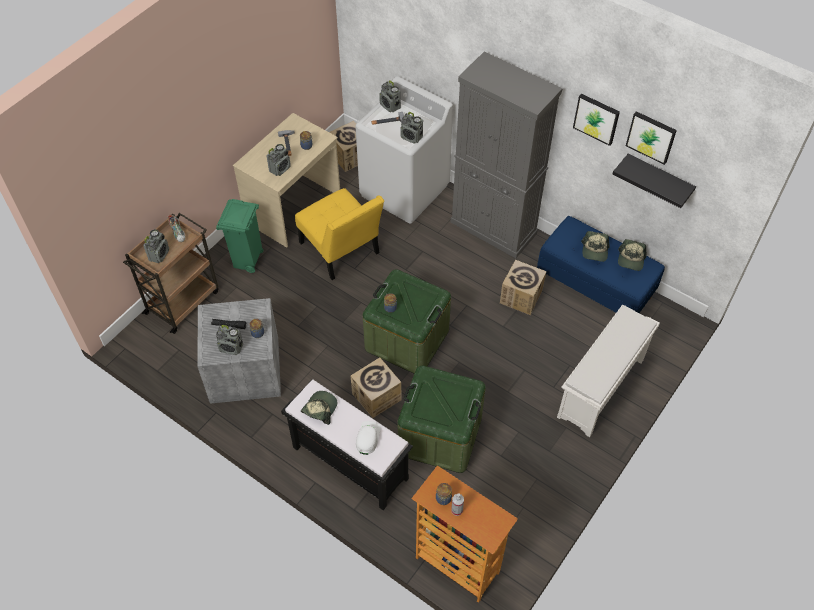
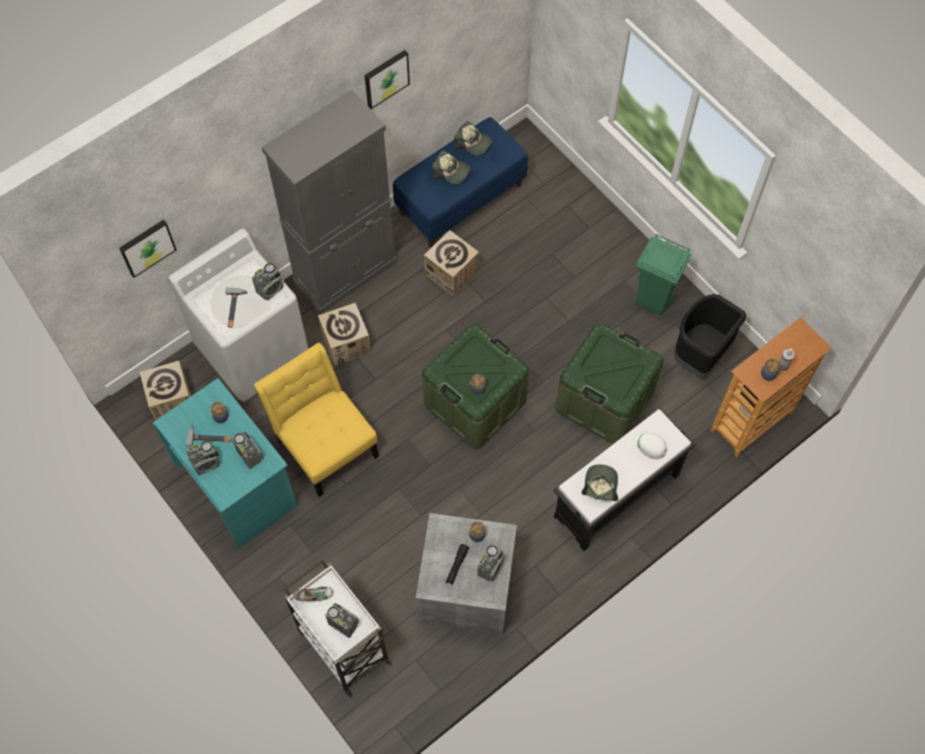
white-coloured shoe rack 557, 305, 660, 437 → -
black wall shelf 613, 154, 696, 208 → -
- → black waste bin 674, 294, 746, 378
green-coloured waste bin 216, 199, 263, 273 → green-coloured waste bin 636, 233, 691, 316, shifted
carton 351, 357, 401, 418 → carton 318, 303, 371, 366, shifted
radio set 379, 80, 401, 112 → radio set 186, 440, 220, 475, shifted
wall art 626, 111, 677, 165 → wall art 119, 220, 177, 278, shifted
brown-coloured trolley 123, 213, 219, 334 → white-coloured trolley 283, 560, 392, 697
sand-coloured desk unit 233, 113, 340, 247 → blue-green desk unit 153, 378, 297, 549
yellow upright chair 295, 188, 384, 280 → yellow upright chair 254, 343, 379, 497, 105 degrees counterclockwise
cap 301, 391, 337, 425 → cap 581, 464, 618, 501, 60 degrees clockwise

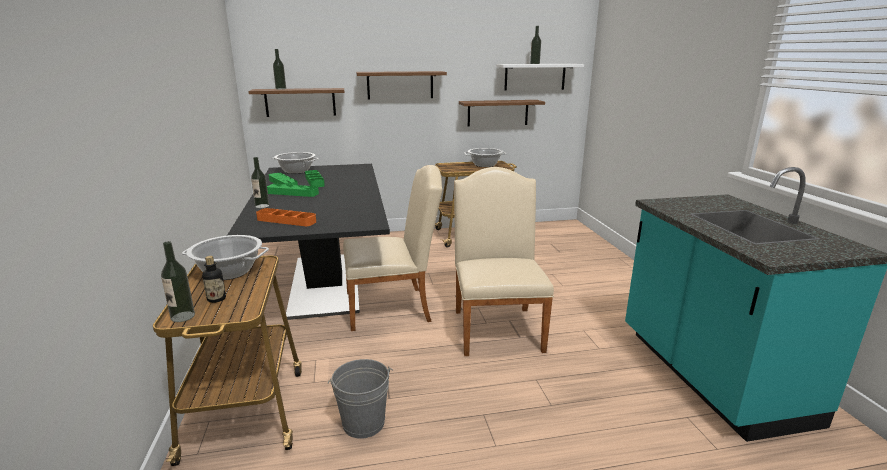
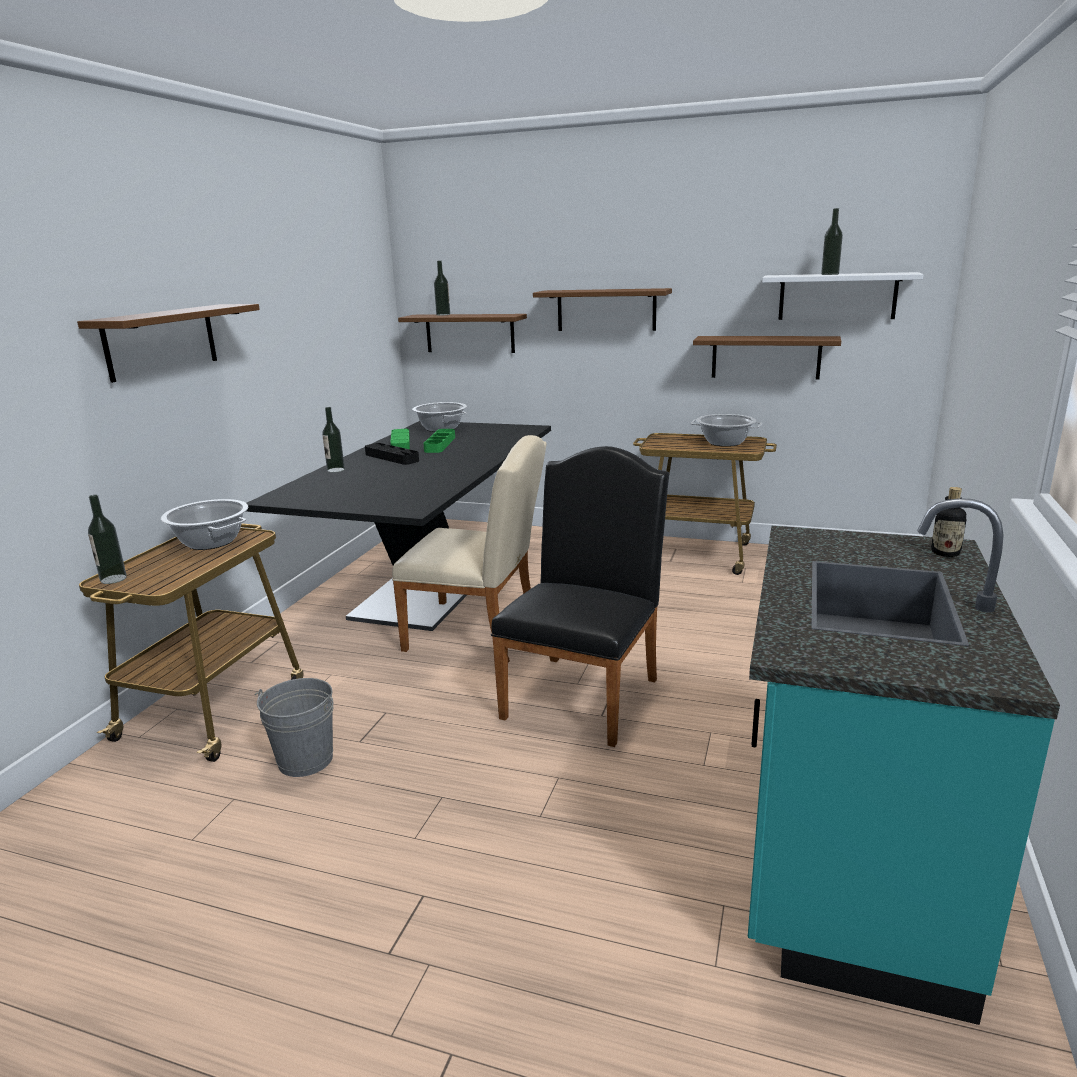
orange tray 256, 208, 316, 226 → -
- → brown-coloured wall shelf 77, 304, 260, 383
beverage bottle 202, 256, 226, 303 → beverage bottle 931, 487, 967, 557, shifted
green-coloured tray 267, 184, 319, 197 → black tray 365, 443, 419, 465
sand-coloured upright chair 454, 167, 554, 356 → black upright chair 491, 446, 669, 747

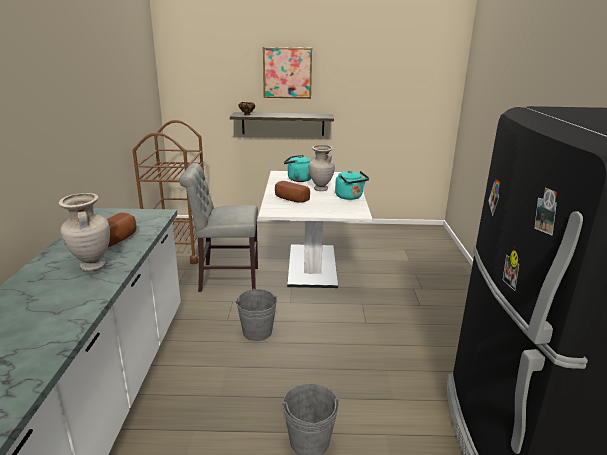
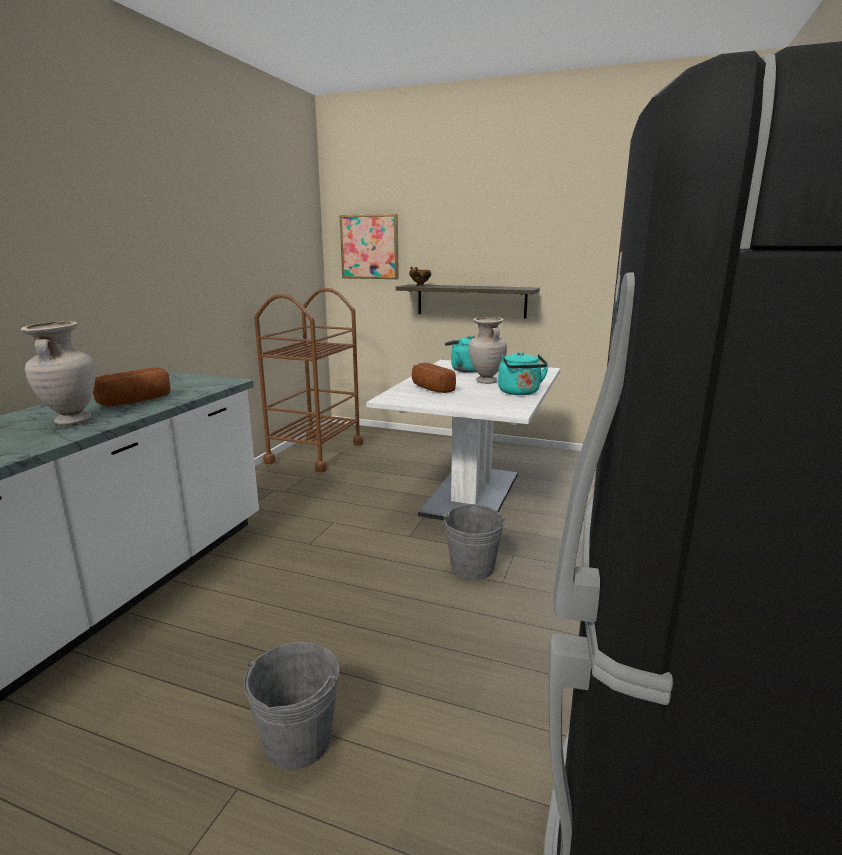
grey upright chair 179, 163, 258, 292 → -
grey water bucket 236, 289, 277, 341 → grey water bucket 443, 504, 505, 580, shifted
wall art 263, 47, 312, 99 → wall art 340, 214, 399, 279, shifted

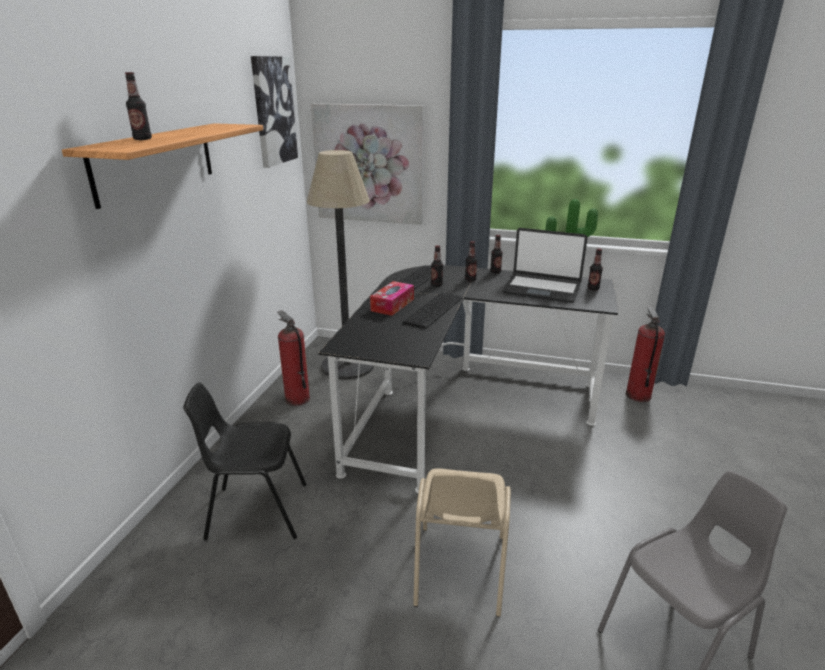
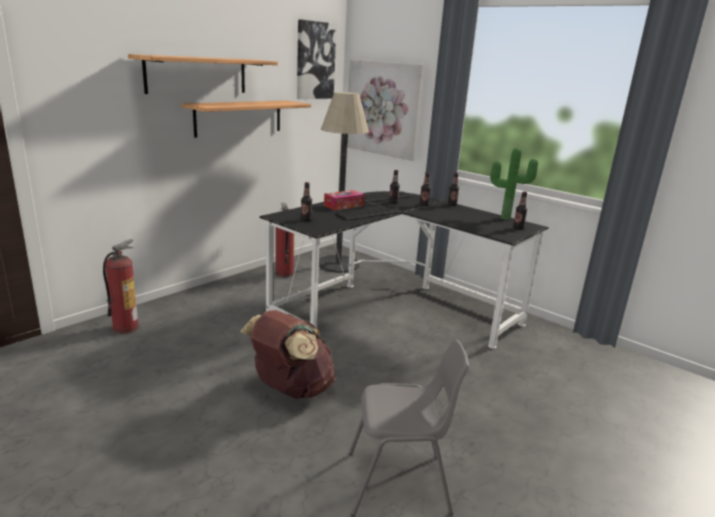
black upright chair 183, 383, 306, 540 → -
portable computer 502, 228, 587, 303 → -
- → wall shelf 181, 101, 311, 138
beverage bottle 125, 72, 152, 140 → beverage bottle 301, 182, 312, 221, shifted
extinguisher 626, 306, 665, 402 → extinguisher 103, 239, 139, 334, shifted
sand-coloured upright chair 413, 468, 511, 617 → brown-coloured backpack 240, 310, 335, 399

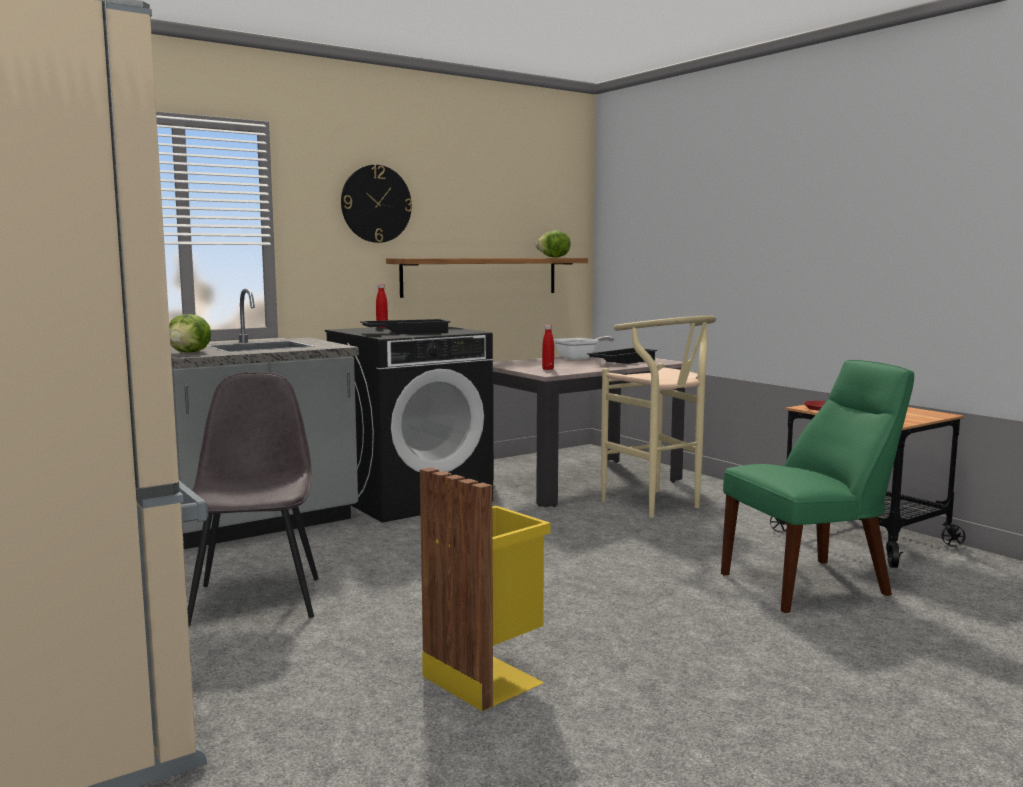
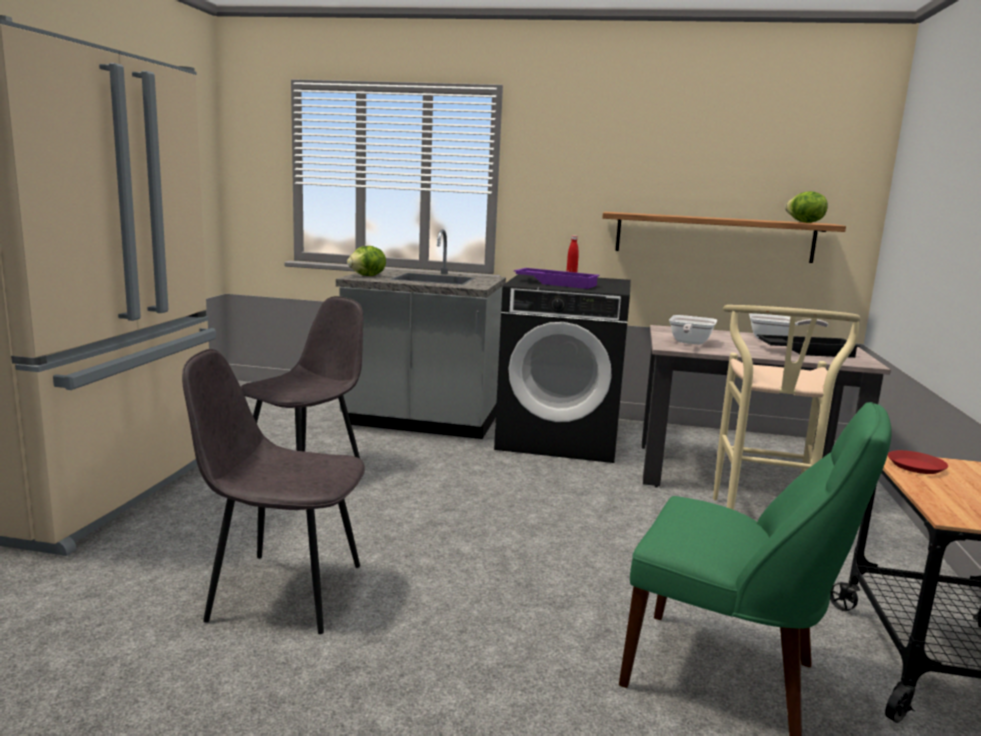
hanging clock 341, 165, 412, 243 → -
yellow waste bin 420, 467, 550, 711 → grey upright chair 182, 349, 365, 634
red beverage bottle 542, 325, 554, 370 → skillet 669, 315, 717, 345
black tray 360, 319, 450, 334 → purplish tray 514, 268, 600, 289

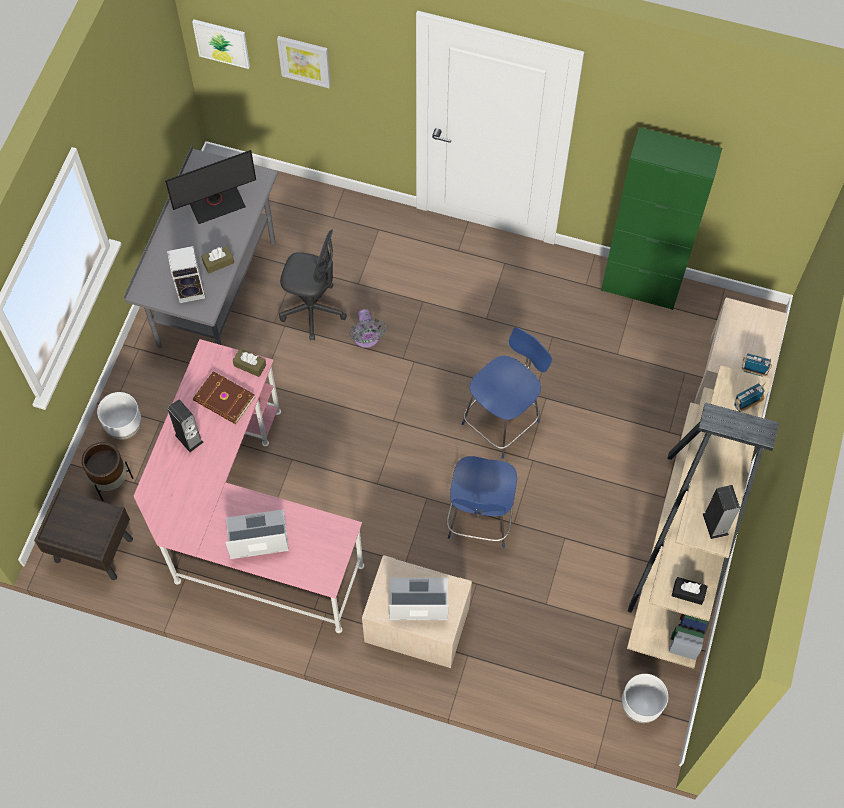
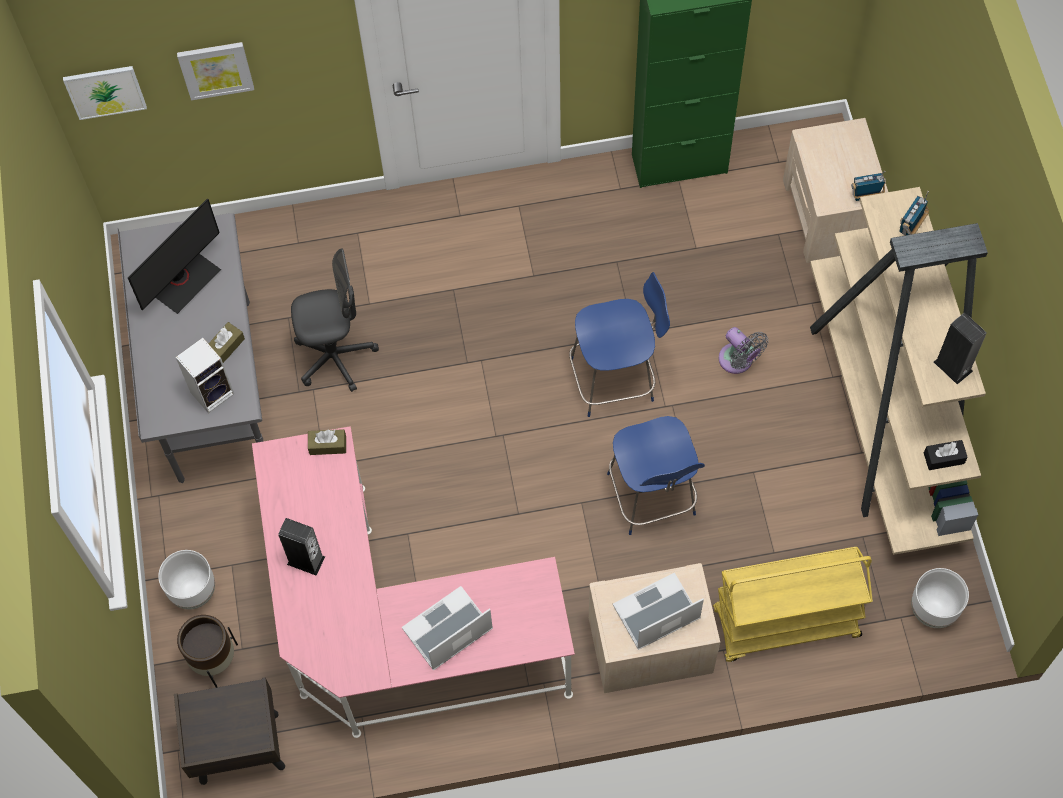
brown-coloured book 193, 371, 255, 424 → -
- → yellow trolley 713, 547, 873, 662
grey cooling fan 349, 309, 386, 348 → grey cooling fan 718, 327, 768, 374, shifted
bluish upright chair 462, 327, 552, 459 → bluish upright chair 569, 272, 670, 417, 60 degrees clockwise

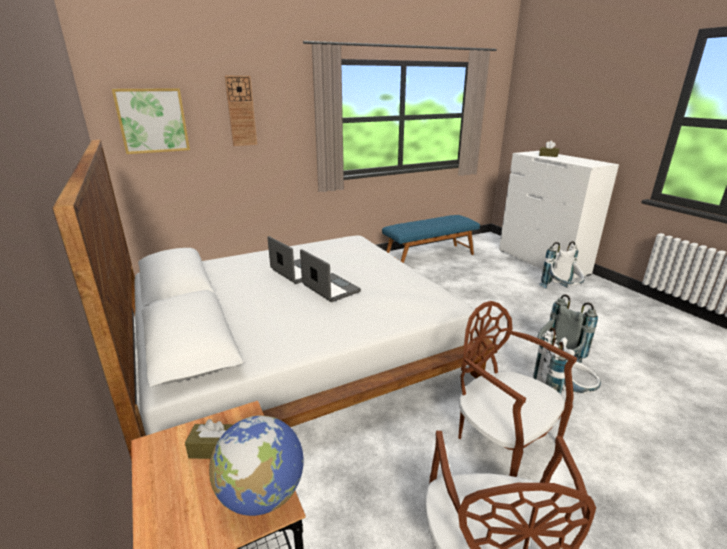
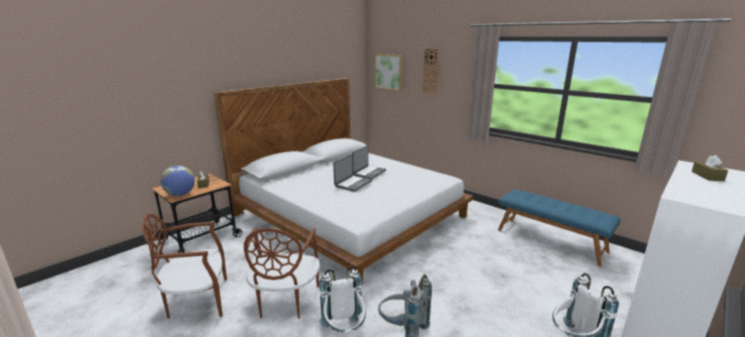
brown-coloured upright chair 458, 301, 577, 477 → brown-coloured upright chair 244, 228, 320, 319, 150 degrees clockwise

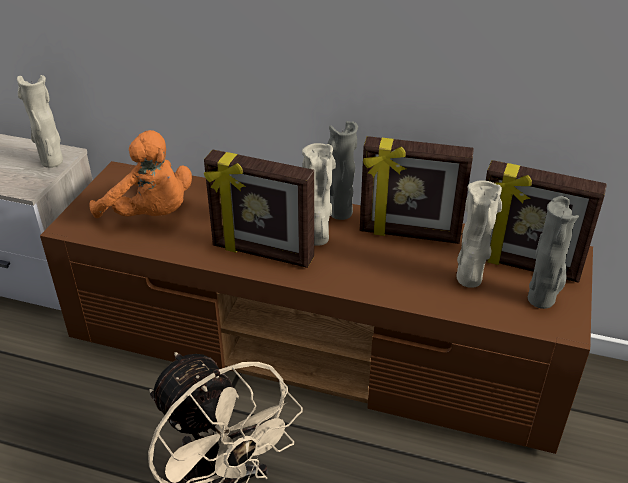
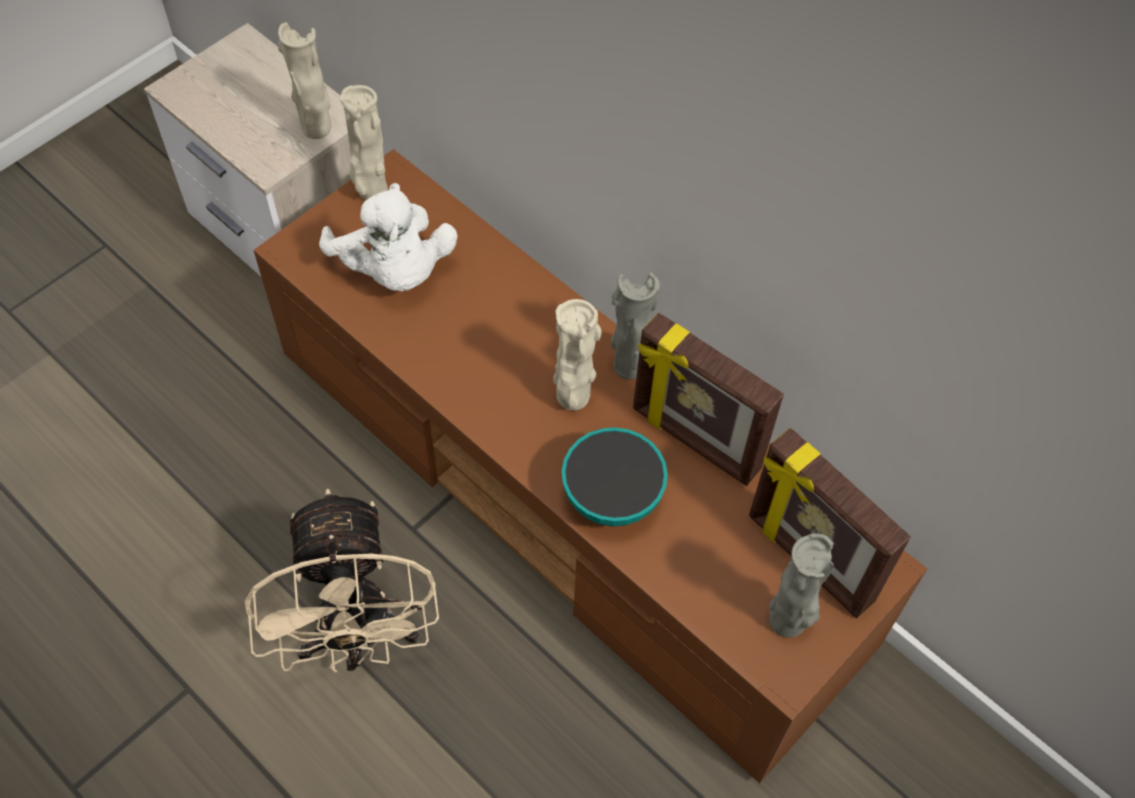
photo frame 204, 150, 314, 268 → -
- → deep dish 562, 427, 668, 527
sand-coloured vase 456, 180, 502, 288 → sand-coloured vase 340, 85, 388, 200, shifted
orange plush toy 89, 130, 192, 218 → white-coloured plush toy 319, 183, 458, 291

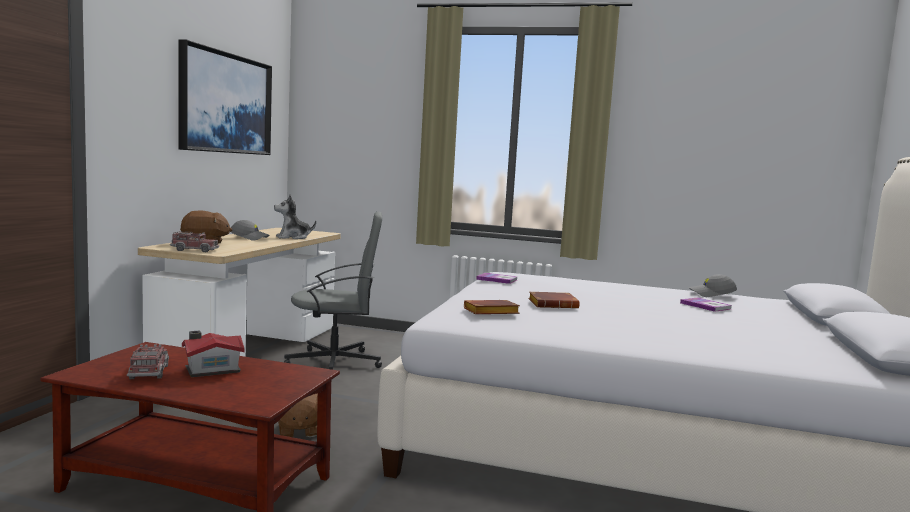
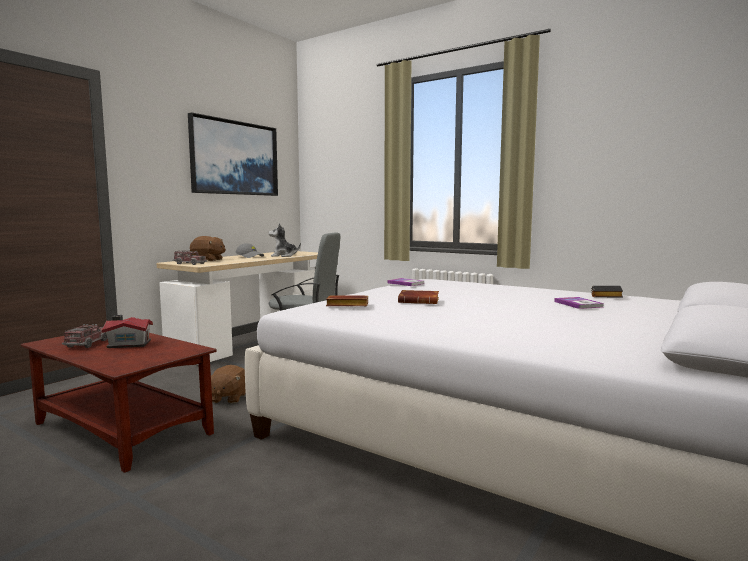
grey cap 689, 274, 737, 297 → black book 591, 286, 623, 298

